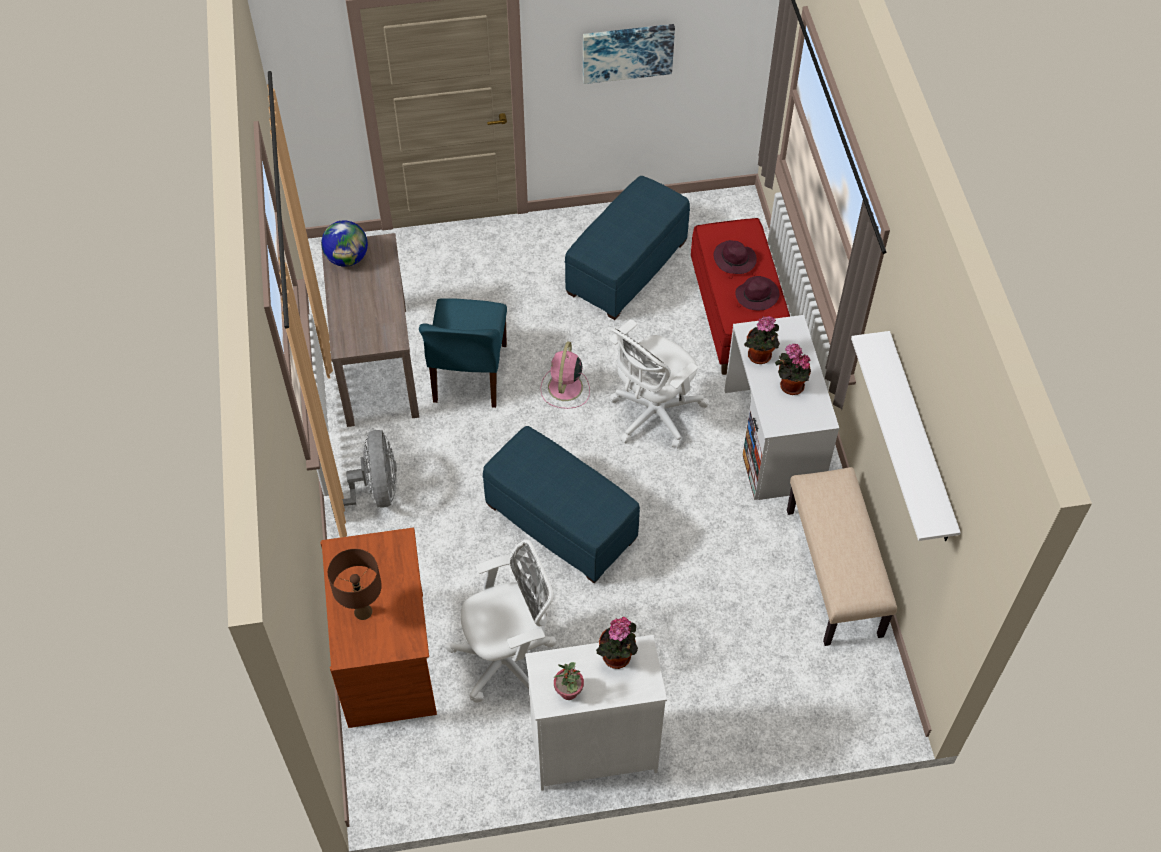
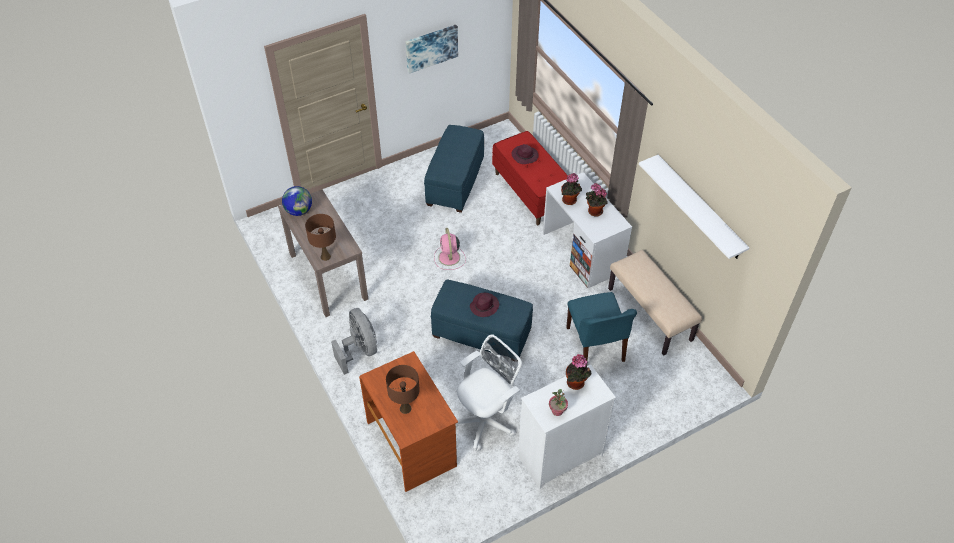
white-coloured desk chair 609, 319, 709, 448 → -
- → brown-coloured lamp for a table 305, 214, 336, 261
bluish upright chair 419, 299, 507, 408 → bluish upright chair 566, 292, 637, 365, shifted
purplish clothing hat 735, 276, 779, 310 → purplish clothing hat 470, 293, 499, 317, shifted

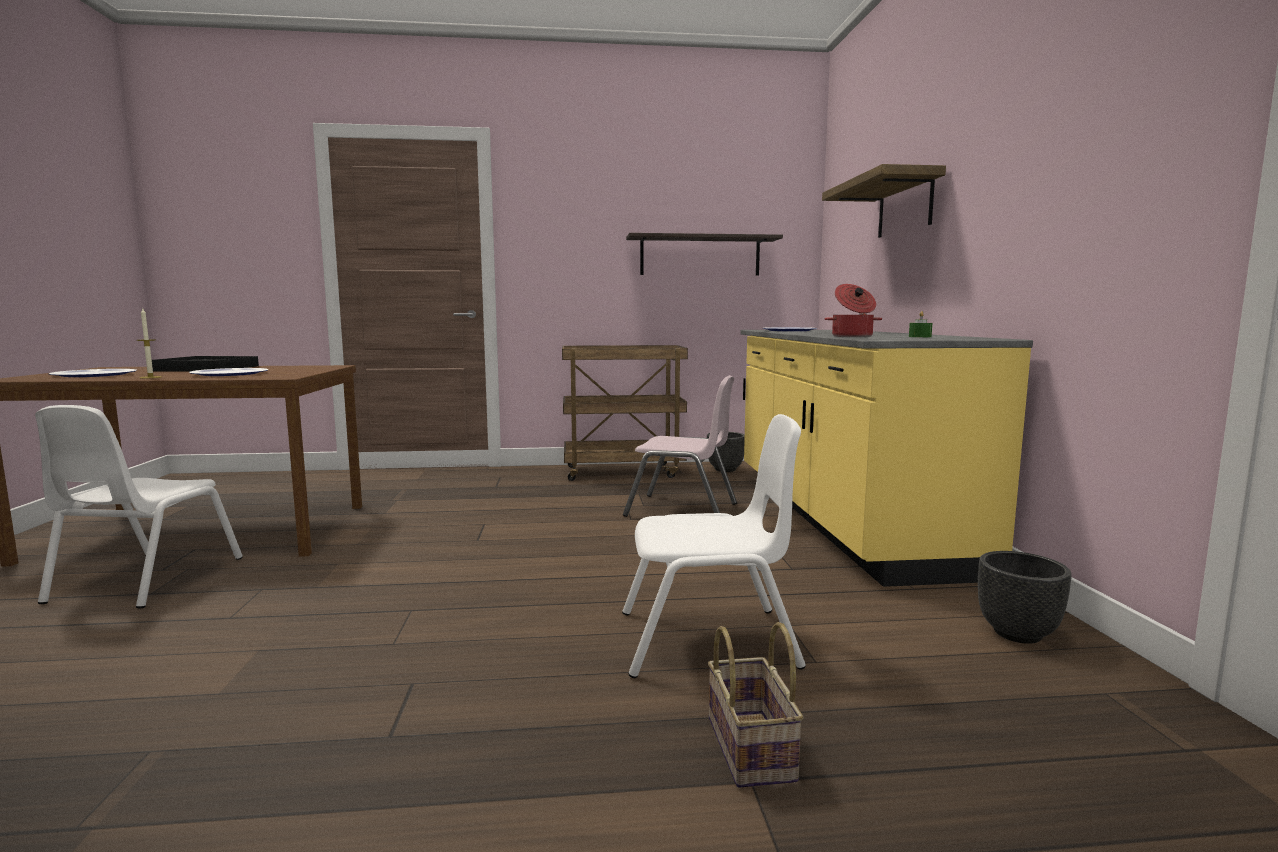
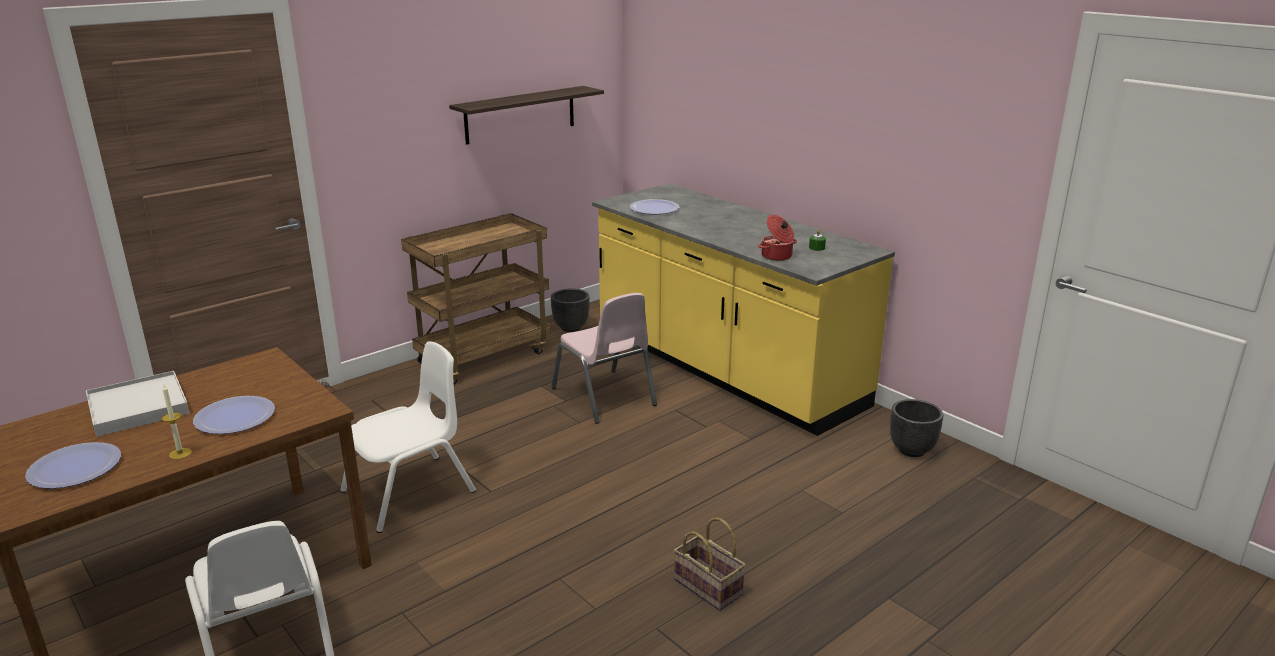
wall shelf 822, 164, 946, 237 → -
white-coloured upright chair 622, 414, 806, 678 → white-coloured upright chair 340, 341, 476, 533, shifted
household basket 708, 622, 804, 788 → household basket 674, 517, 746, 611, shifted
black tray 152, 356, 259, 372 → white-coloured tray 86, 371, 190, 437
pinkish upright chair 623, 375, 737, 517 → pinkish upright chair 551, 293, 657, 424, 75 degrees clockwise

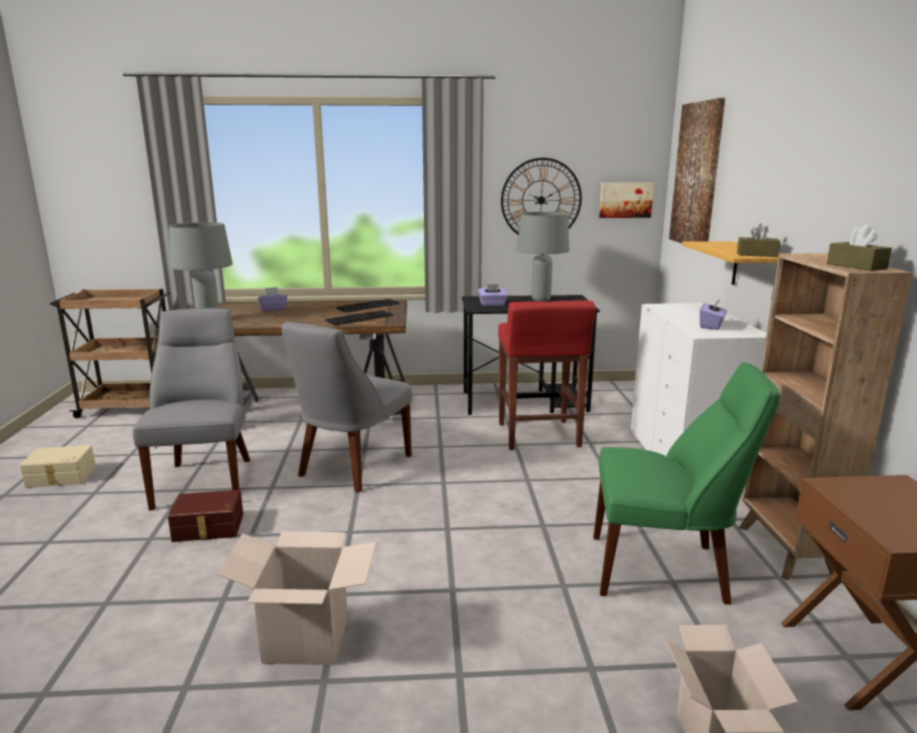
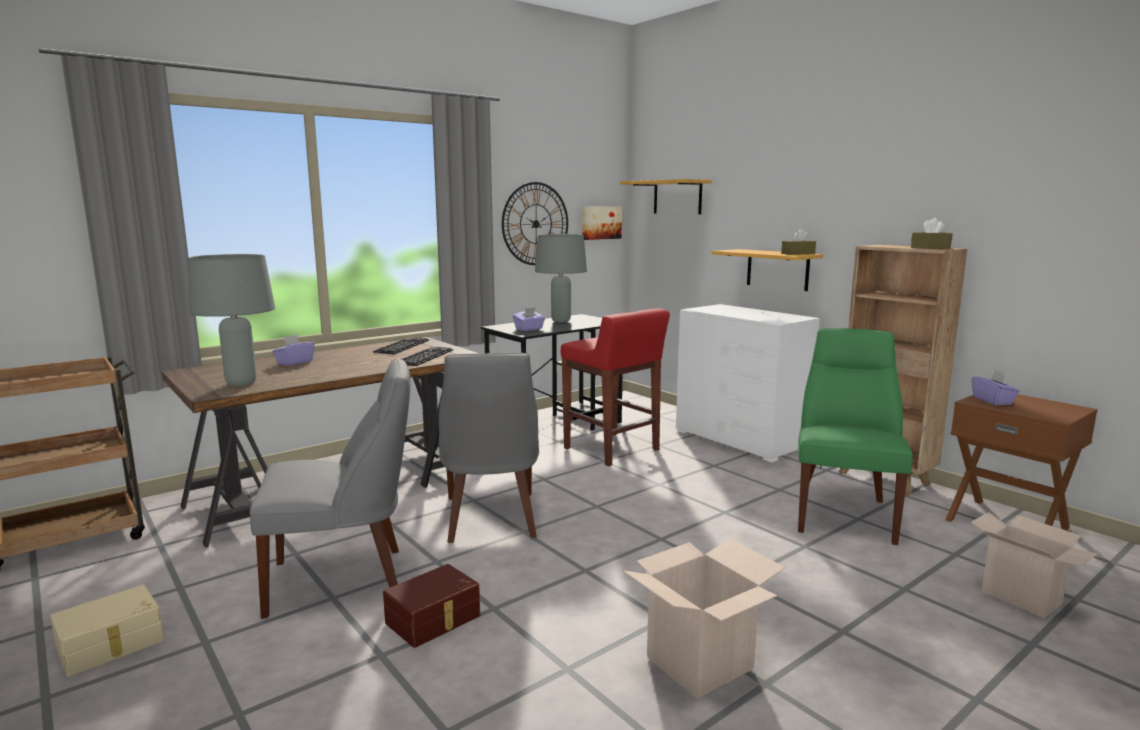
purplish tissue box 700, 298, 727, 330 → purplish tissue box 972, 370, 1020, 405, shifted
wall art 669, 98, 725, 243 → wall shelf 620, 179, 712, 214
grey upright chair 132, 308, 250, 511 → grey upright chair 250, 358, 411, 619, 120 degrees clockwise
green-coloured upright chair 593, 362, 780, 605 → green-coloured upright chair 798, 328, 913, 545, 45 degrees counterclockwise

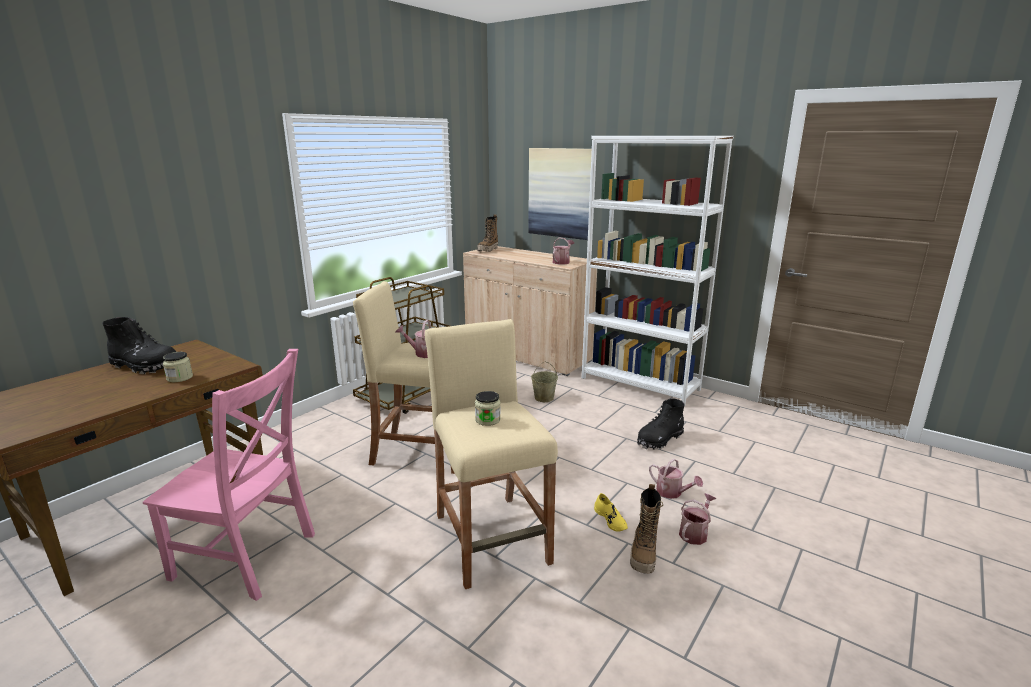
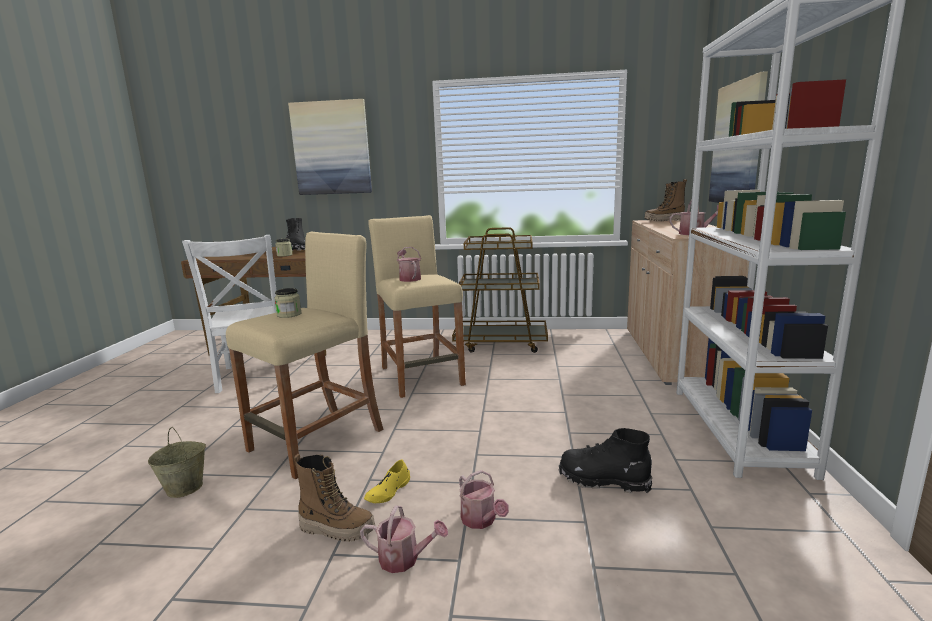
- → wall art 288, 99, 372, 195
sand-coloured water bucket 531, 361, 558, 402 → sand-coloured water bucket 148, 427, 206, 498, shifted
pinkish upright chair 143, 349, 315, 601 → white-coloured upright chair 182, 235, 277, 393
high-top boot 630, 484, 663, 574 → high-top boot 294, 454, 375, 542, 150 degrees counterclockwise
sprinkling can 649, 458, 703, 499 → sprinkling can 459, 470, 509, 529, 45 degrees counterclockwise

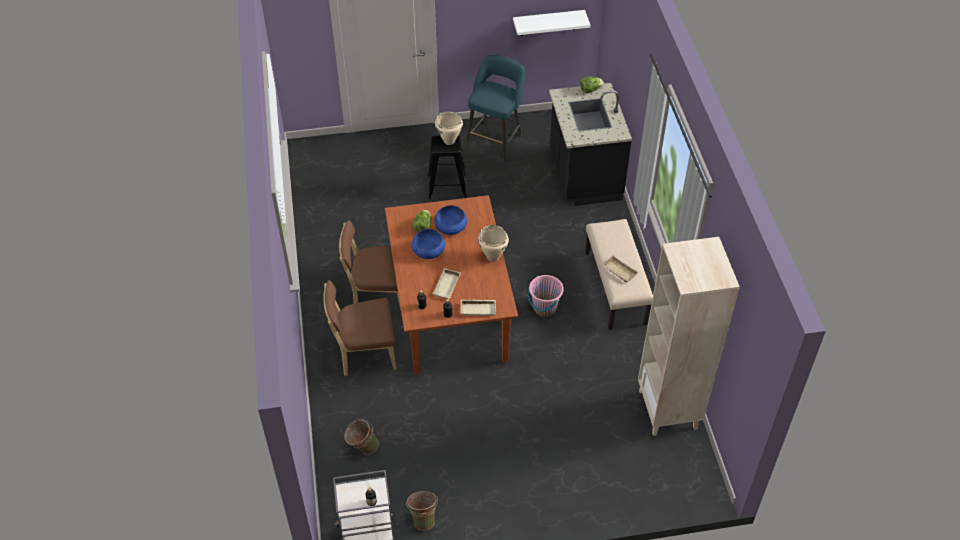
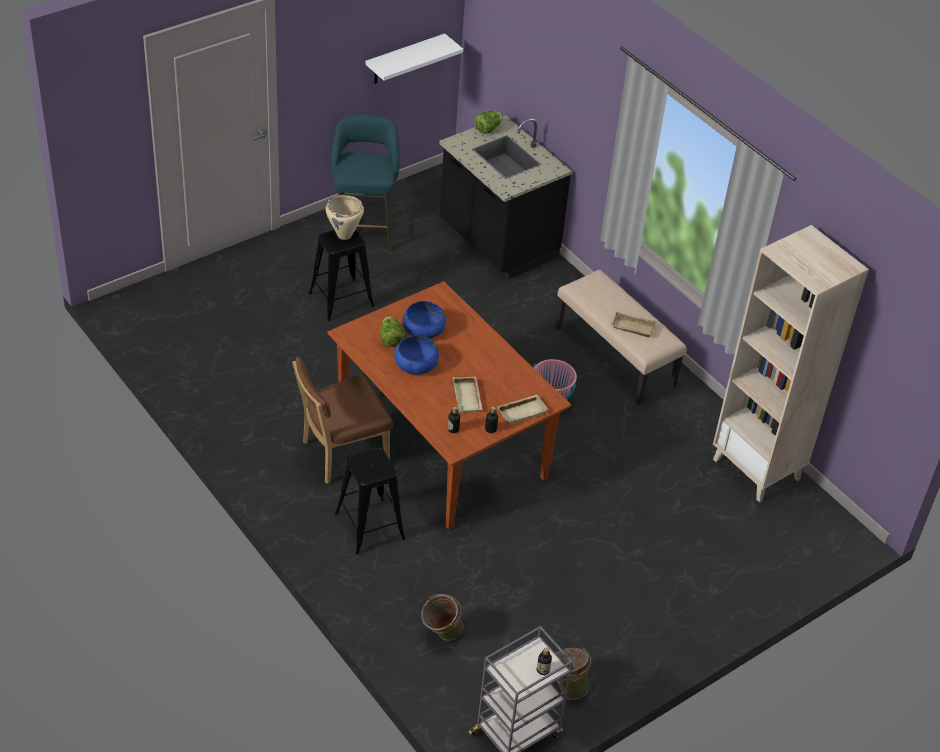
sand-coloured saucepot 478, 225, 509, 262 → -
brown-coloured upright chair 323, 280, 397, 376 → black stool 335, 446, 406, 555

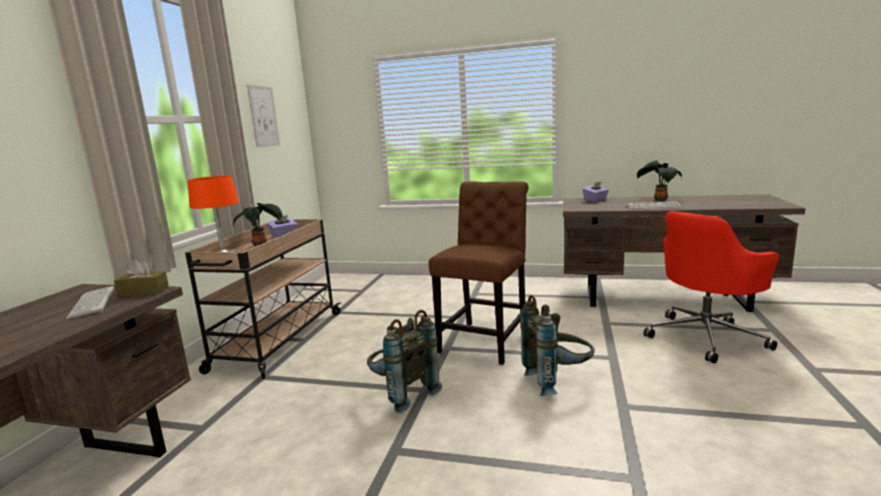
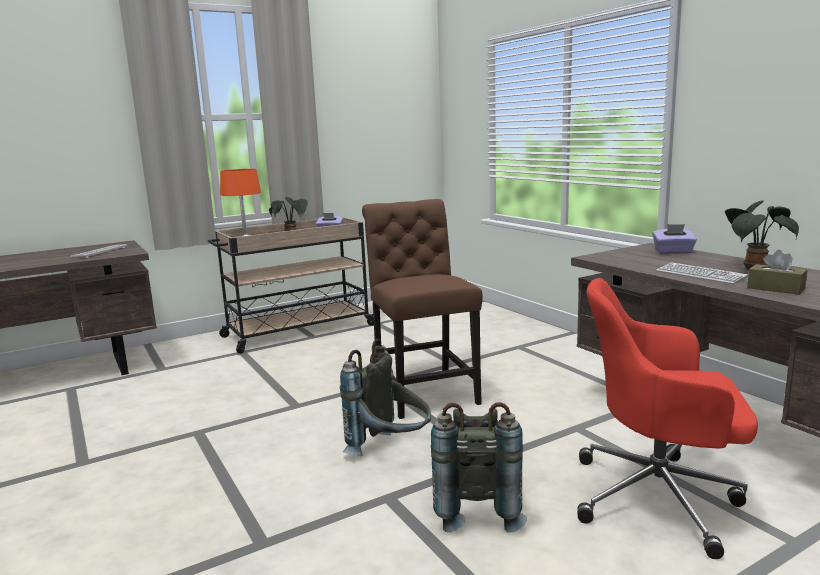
wall art 247, 85, 280, 147 → -
brown-coloured tissue box 114, 260, 169, 297 → brown-coloured tissue box 747, 250, 807, 295, shifted
grey backpack 367, 310, 442, 413 → grey backpack 431, 402, 527, 533, shifted
brown-coloured upright chair 428, 181, 529, 365 → brown-coloured upright chair 362, 199, 482, 419, 90 degrees counterclockwise

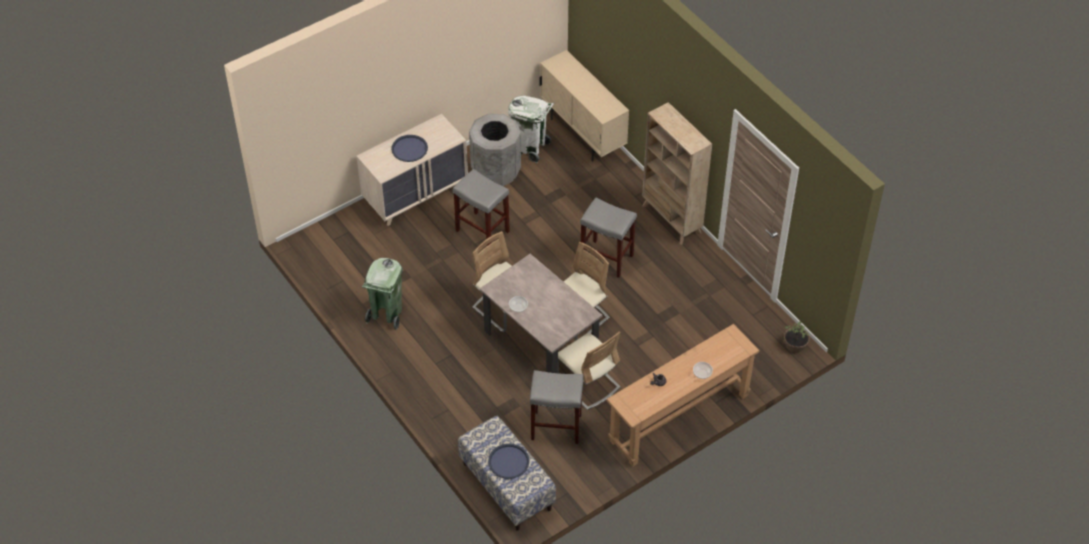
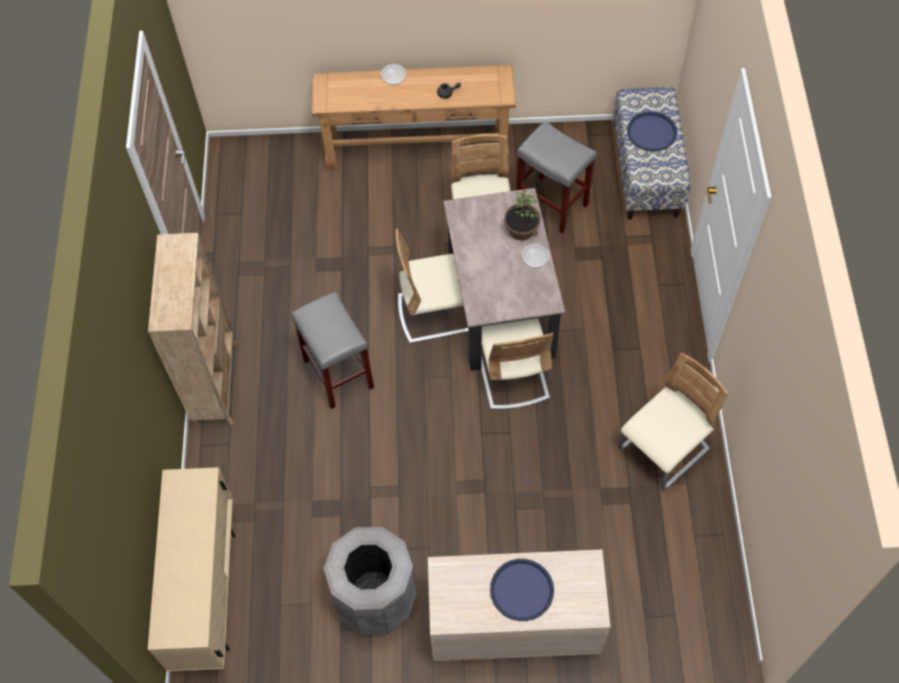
grey stool 453, 169, 510, 246 → -
white-coloured waste bin 508, 96, 554, 163 → -
plant in a pot 783, 322, 810, 353 → plant in a pot 504, 189, 541, 240, shifted
green-coloured waste bin 362, 258, 403, 330 → sand-coloured upright chair 618, 353, 728, 490

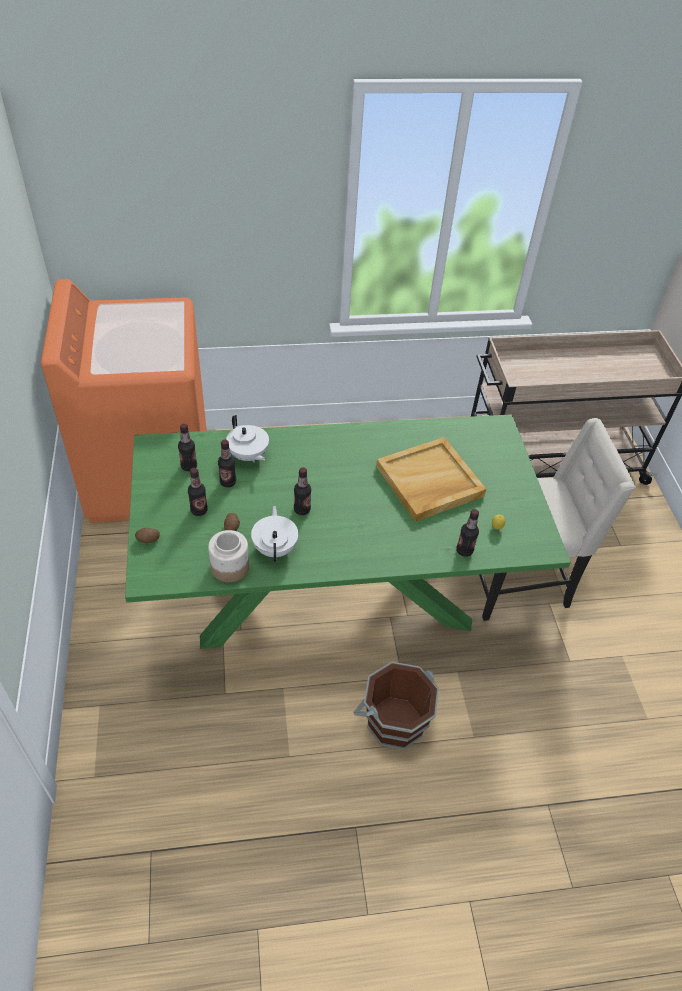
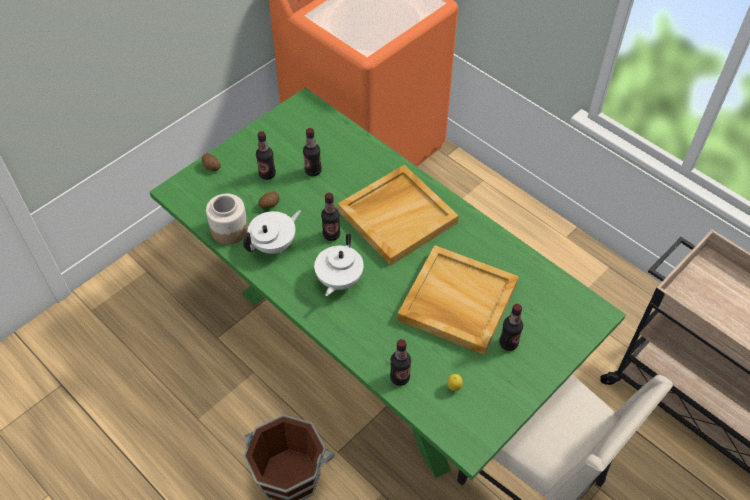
- → sand-coloured tray 338, 165, 459, 266
beverage bottle 178, 423, 197, 471 → beverage bottle 499, 304, 523, 351, shifted
white-coloured tea pot 226, 415, 269, 462 → white-coloured tea pot 314, 234, 364, 296, shifted

